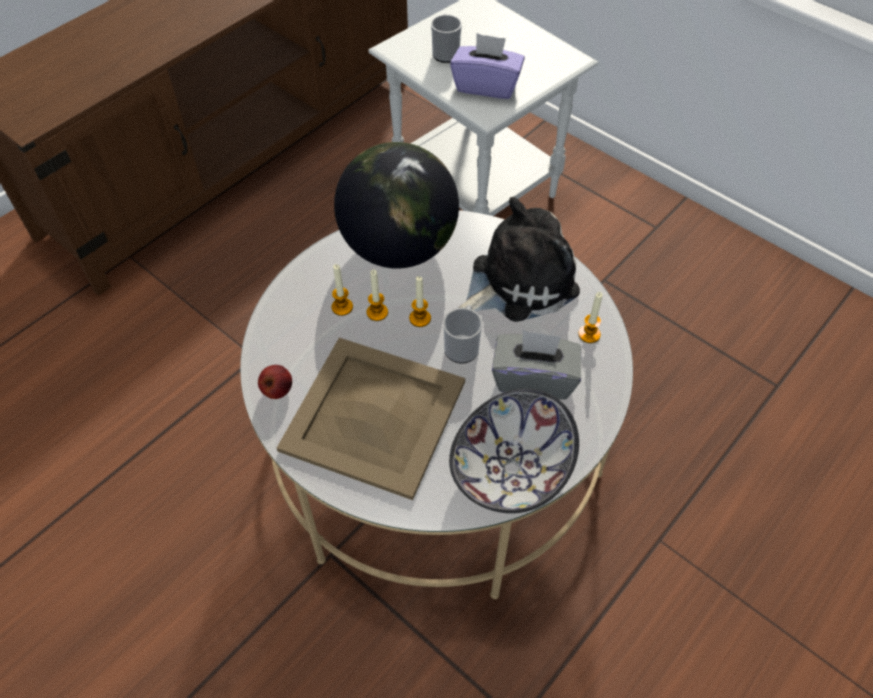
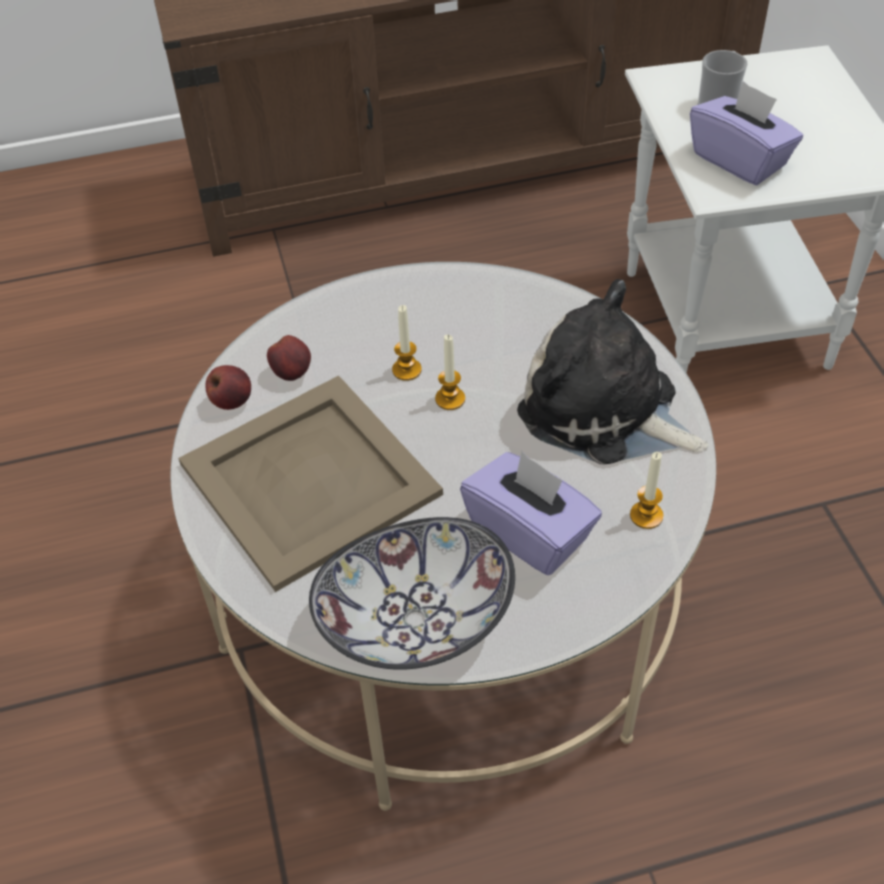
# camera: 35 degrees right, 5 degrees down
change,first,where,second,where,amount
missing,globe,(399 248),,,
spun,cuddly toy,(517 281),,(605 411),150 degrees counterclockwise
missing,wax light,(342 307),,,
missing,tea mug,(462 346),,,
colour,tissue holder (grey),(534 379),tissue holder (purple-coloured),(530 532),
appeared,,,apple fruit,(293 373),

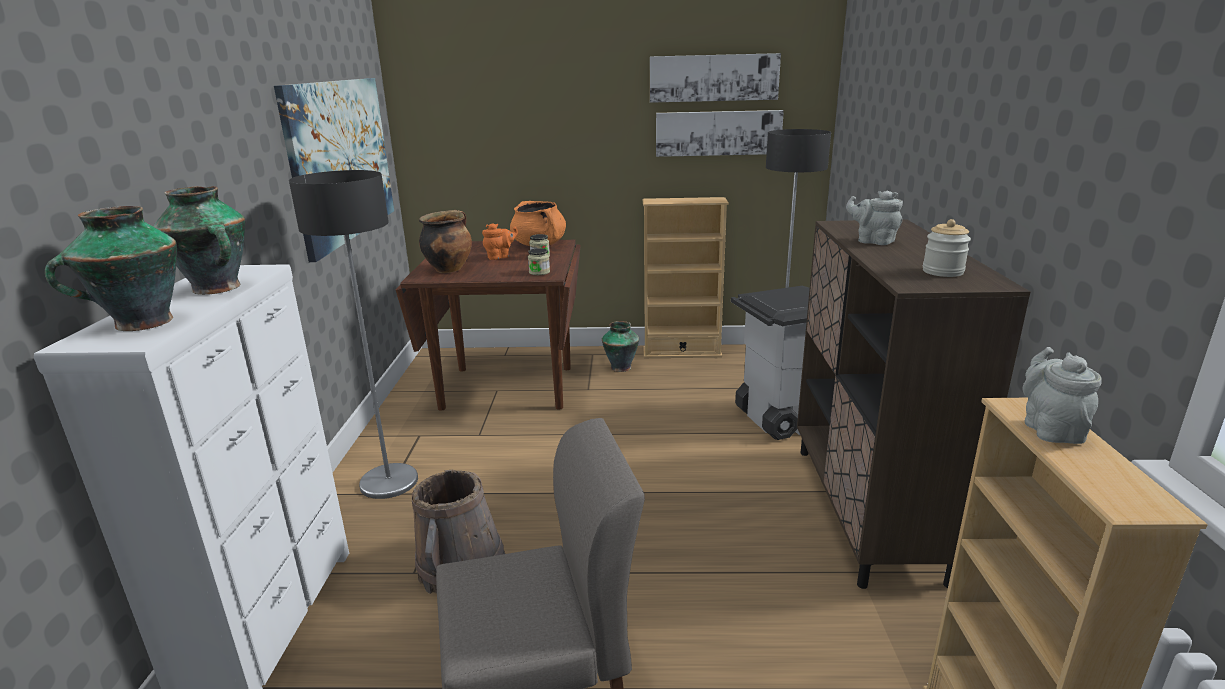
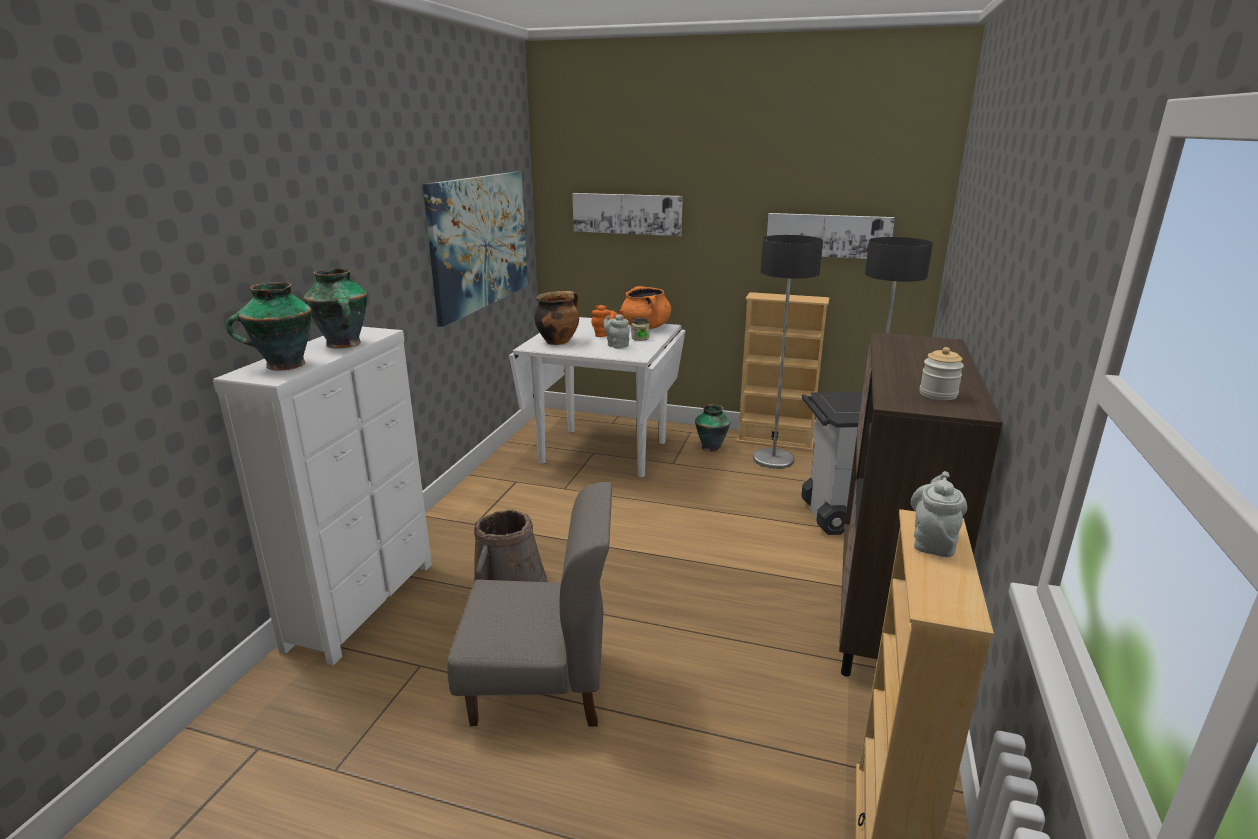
# camera: 15 degrees right, 0 degrees up
change,first,where,second,where,amount
relocated,wall art,(713 78),,(627 214),
relocated,standard lamp,(389 482),,(773 459),
relocated,teapot (grey),(873 241),,(616 345),
colour,kitchen table (brown),(507 388),kitchen table (white),(603 452),
missing,storage jar,(539 272),,,

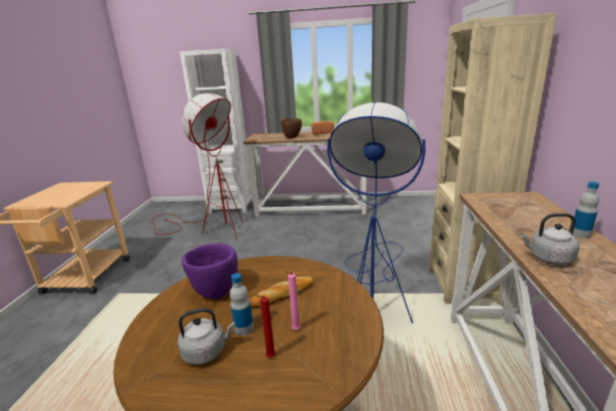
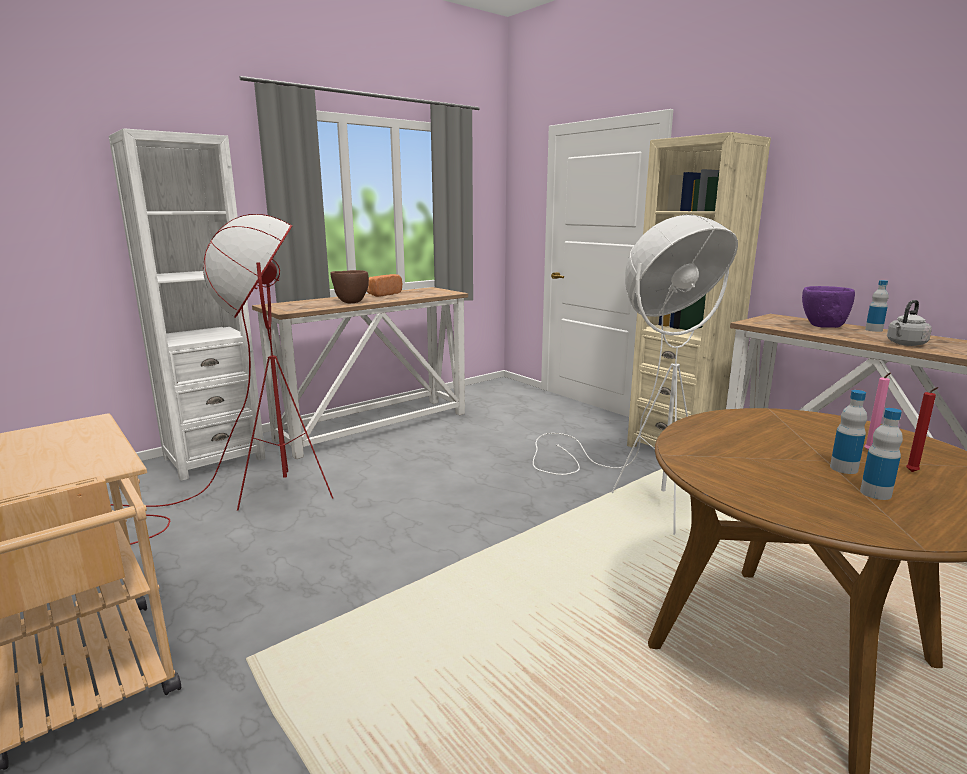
# camera: 45 degrees left, 5 degrees down
change,first,where,second,where,amount
colour,standard lamp (blue),(374 298),standard lamp (white),(630 490),
relocated,serving bowl (purple-coloured),(215 291),,(822 326),
missing,baked bread,(283 295),,,
exchanged,water kettle (grey),(206 352),beverage bottle,(875 493),

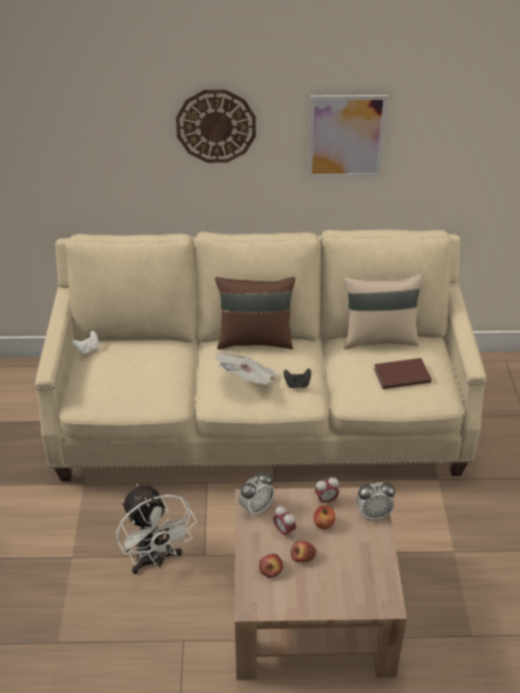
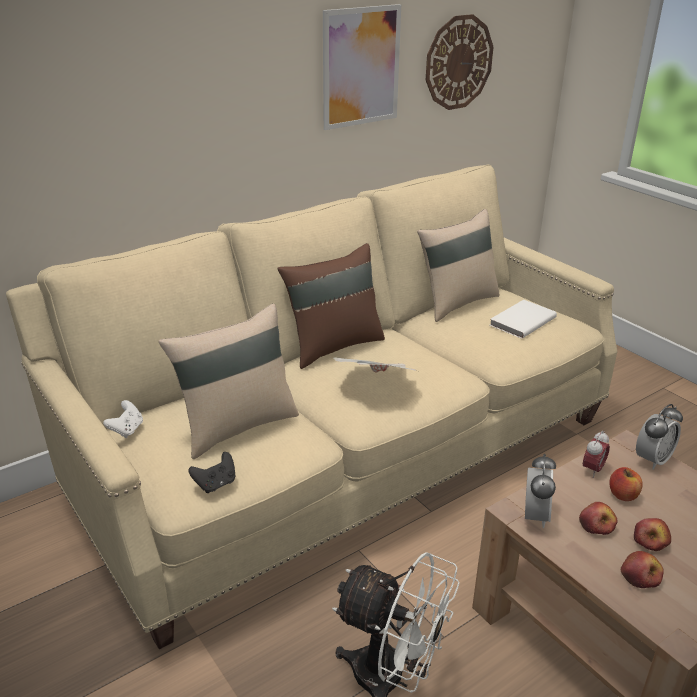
# camera: 35 degrees left, 10 degrees down
change,first,where,second,where,amount
relocated,clock on the wall,(216 126),,(458 62),
colour,bound book (brown),(401 375),bound book (white),(521 321),
relocated,game controller (black-coloured),(297 384),,(216 484),
exchanged,alarm clock,(284 531),apple fruit,(596 525),
appeared,,,pillow (beige-coloured),(237 426),

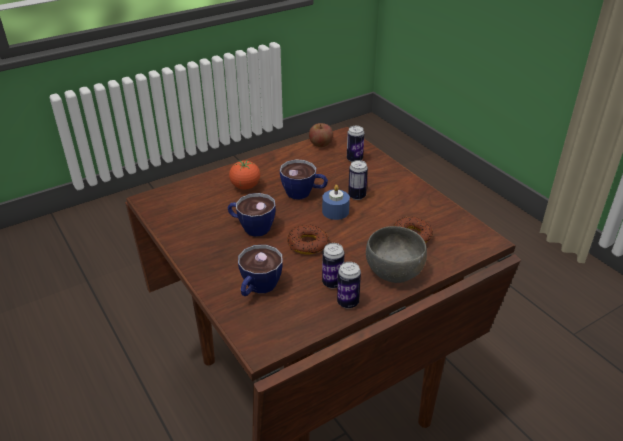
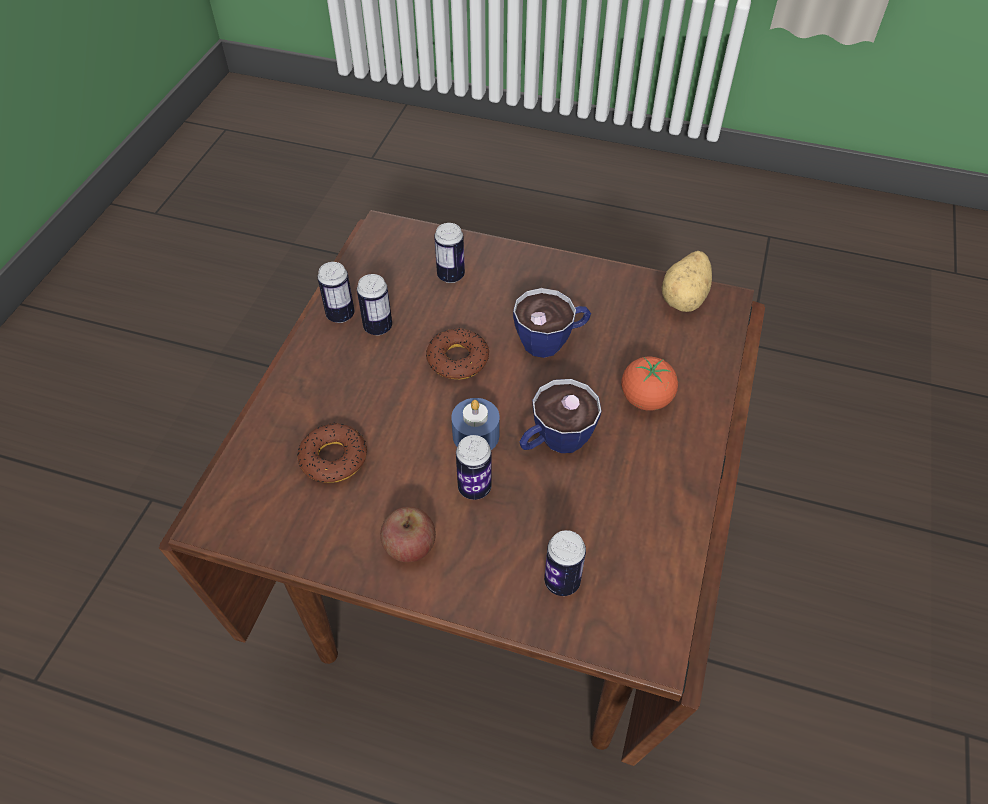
# camera: 140 degrees right, 15 degrees up
change,first,where,second,where,amount
relocated,apple fruit,(320 144),,(409 546),
missing,serving bowl (grey),(394 271),,,
exchanged,drinking cup,(258 288),metal can,(451 275),
appeared,,,whole potato,(685 298),

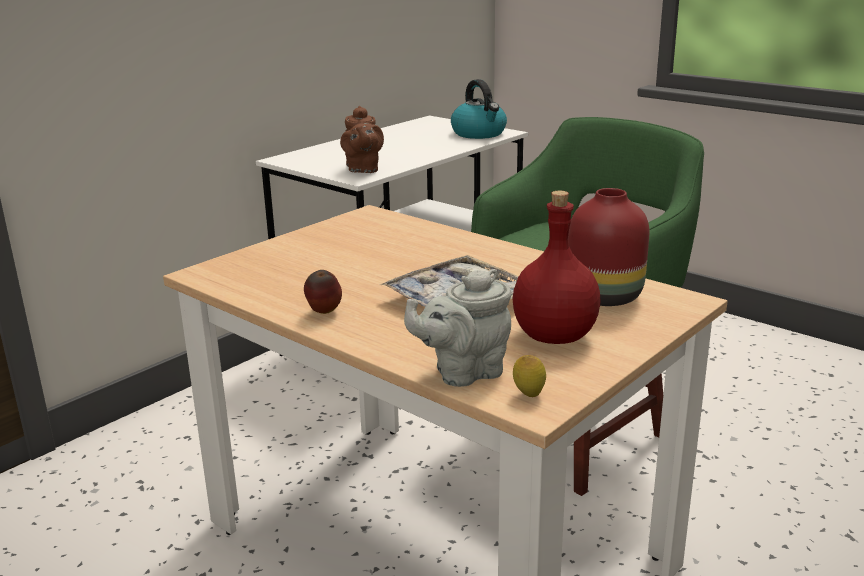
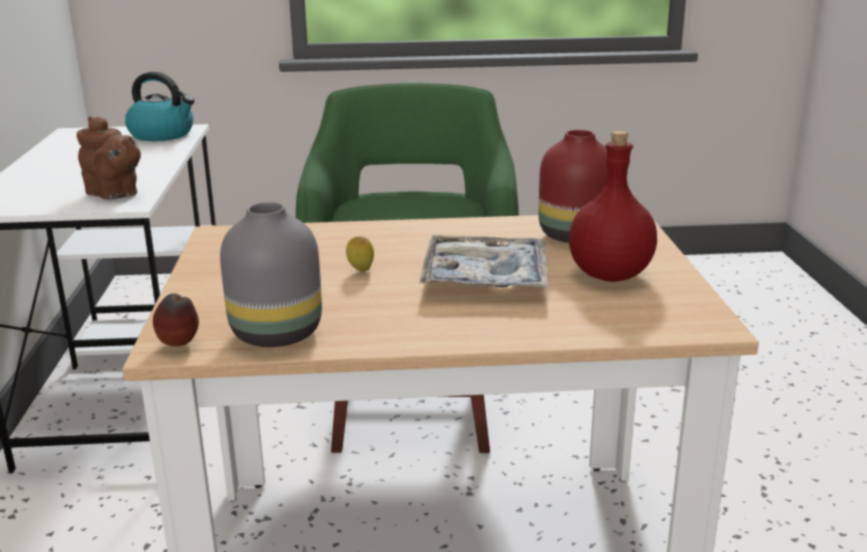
# camera: 45 degrees left, 0 degrees up
change,first,where,second,where,amount
missing,teapot (grey),(463 372),,,
relocated,apple fruit,(324 313),,(179 346),
relocated,lemon,(528 395),,(361 271),
appeared,,,decorative vase (grey),(276 333),

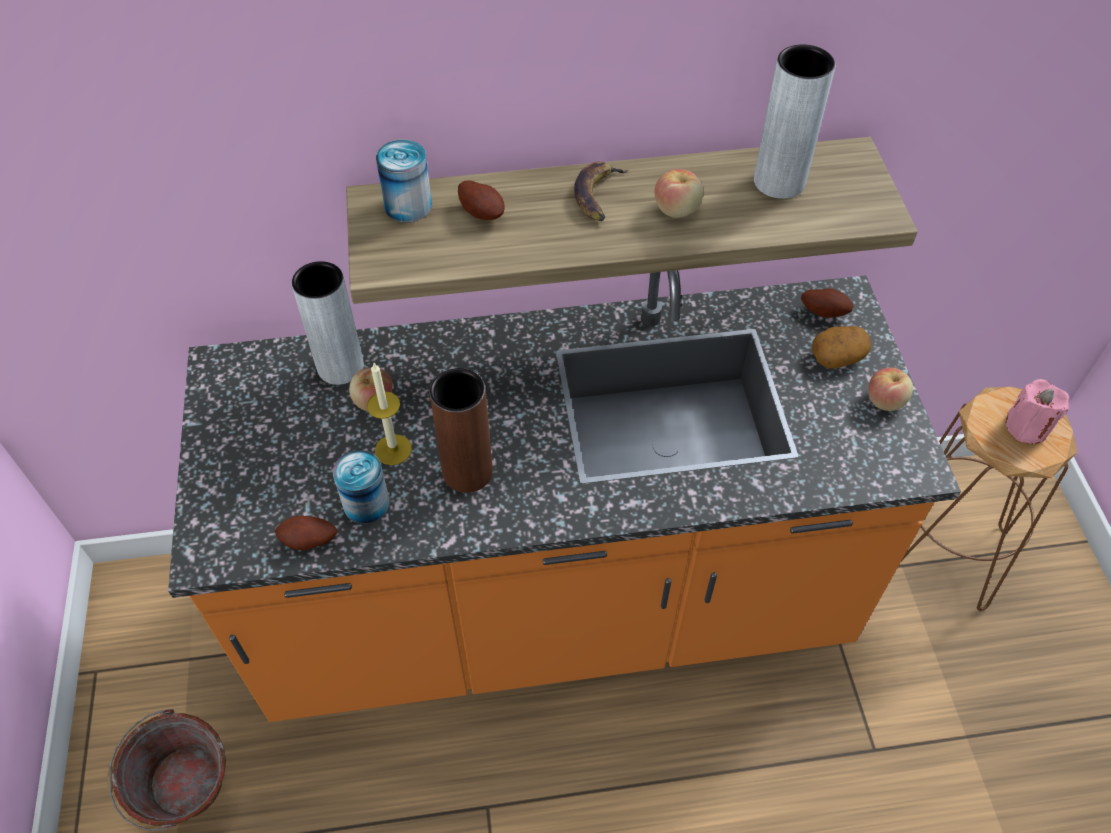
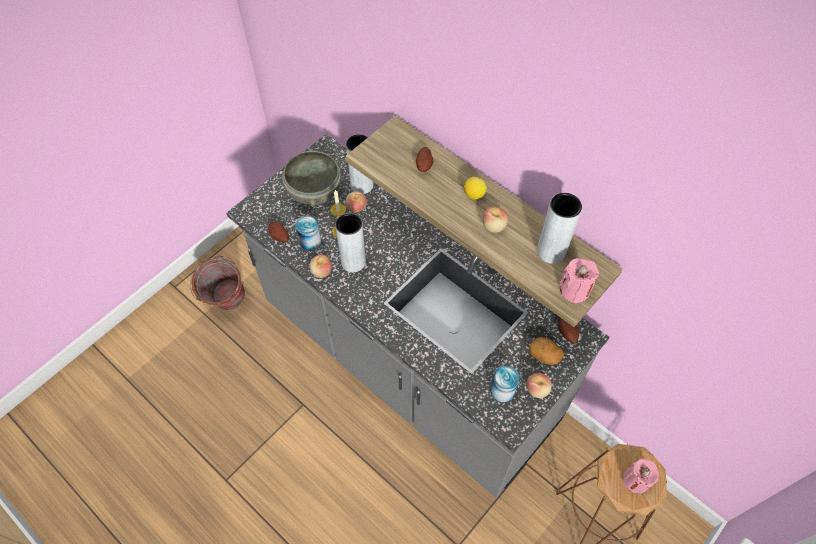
# camera: 50 degrees right, 5 degrees up
change,first,where,second,where,amount
relocated,metal can,(408 206),,(502 390),
exchanged,banana fruit,(598 195),lemon,(474 195),
colour,kitchen base unit (orange-coloured),(555 609),kitchen base unit (grey),(408 364),
colour,decorative vase (brown),(467 472),decorative vase (grey),(353 262),
appeared,,,serving bowl (grey),(313 191),
appeared,,,apple fruit,(321 271),
appeared,,,wax light (pink-coloured),(574 289),

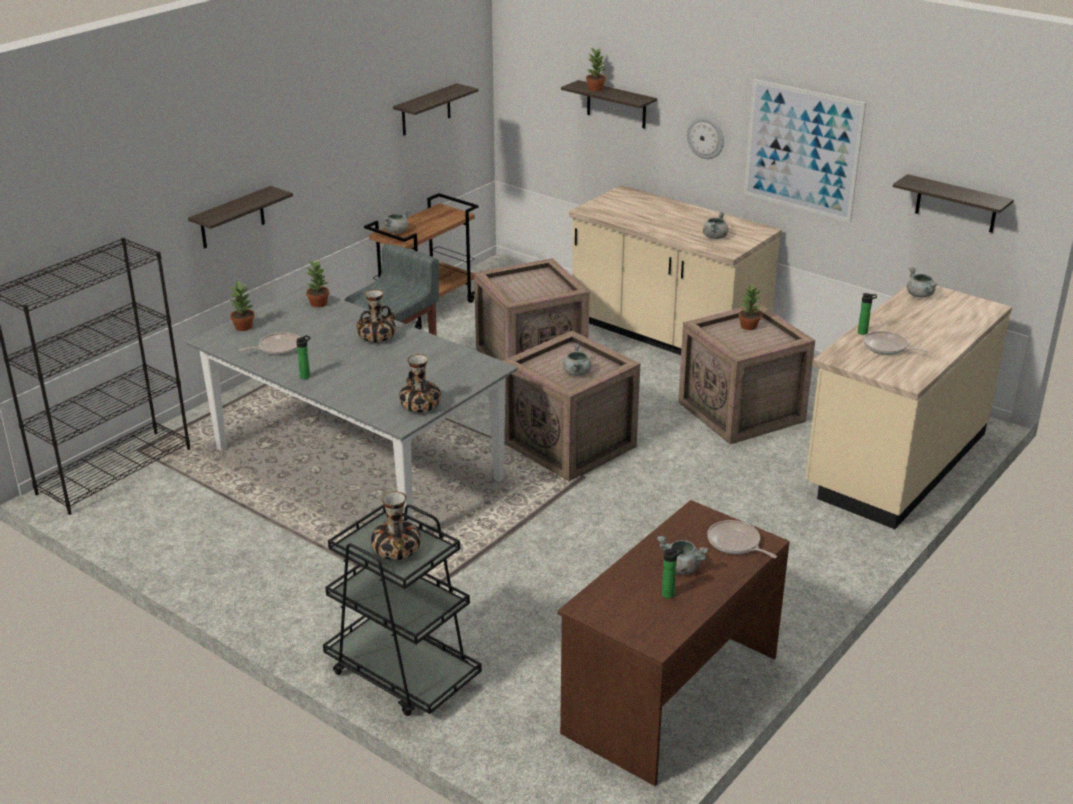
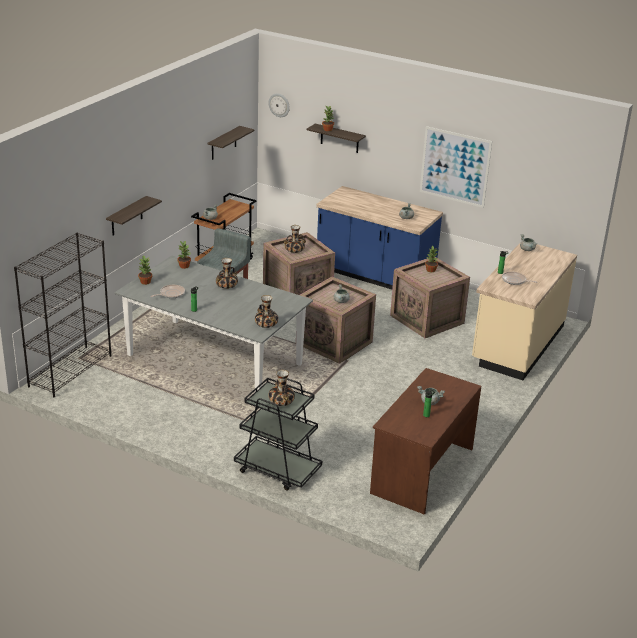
# camera: 10 degrees left, 0 degrees up
change,first,where,second,where,amount
relocated,clock on the wall,(706 137),,(279 105),
missing,wall shelf,(956 204),,,
colour,kitchen base unit (beige-coloured),(667 336),kitchen base unit (blue),(374 276),
missing,frying pan,(735 543),,,
appeared,,,decorative vase,(294 250),

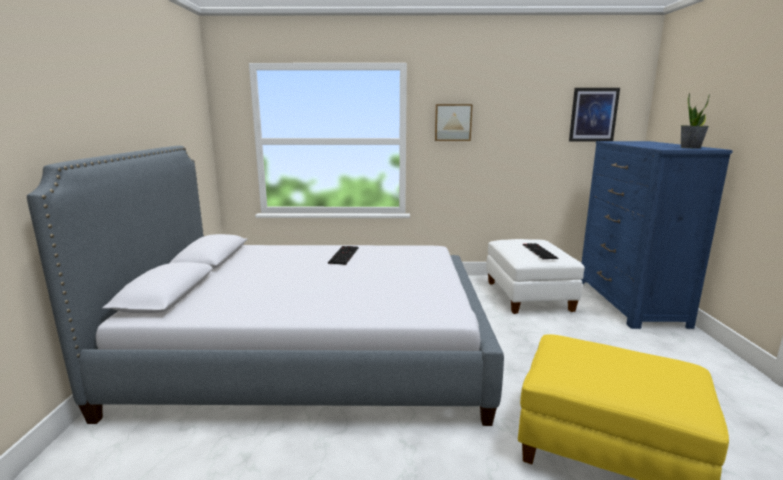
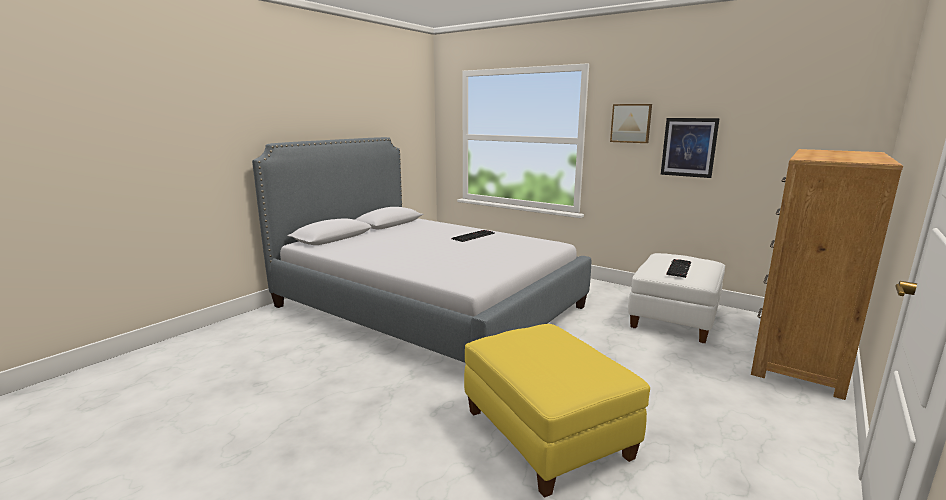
# camera: 35 degrees right, 0 degrees up
change,first,where,second,where,amount
relocated,wall art,(593 115),,(689 147),
missing,potted plant,(690 147),,,
colour,dresser (blue),(629 302),dresser (brown),(798 354),

